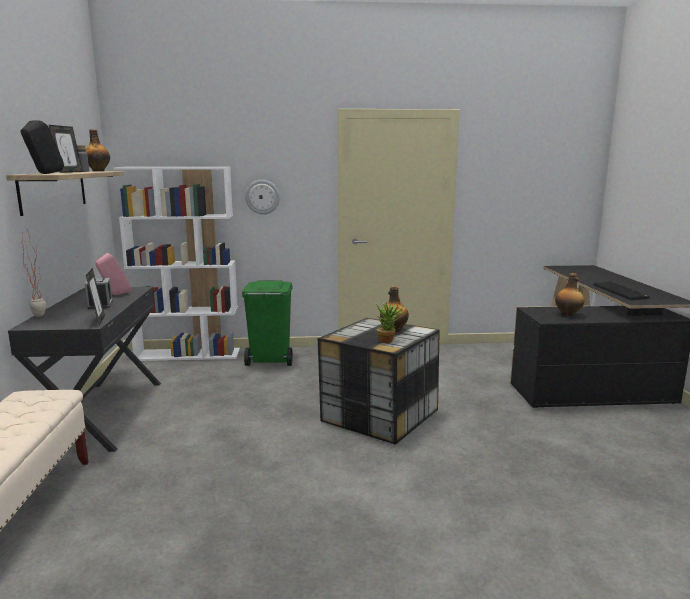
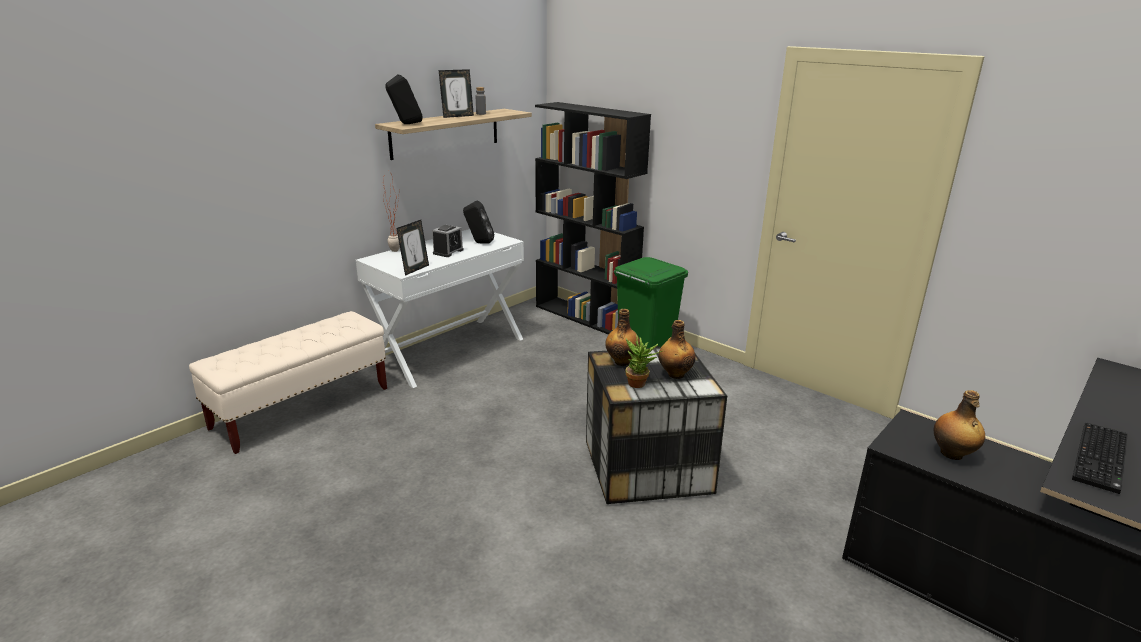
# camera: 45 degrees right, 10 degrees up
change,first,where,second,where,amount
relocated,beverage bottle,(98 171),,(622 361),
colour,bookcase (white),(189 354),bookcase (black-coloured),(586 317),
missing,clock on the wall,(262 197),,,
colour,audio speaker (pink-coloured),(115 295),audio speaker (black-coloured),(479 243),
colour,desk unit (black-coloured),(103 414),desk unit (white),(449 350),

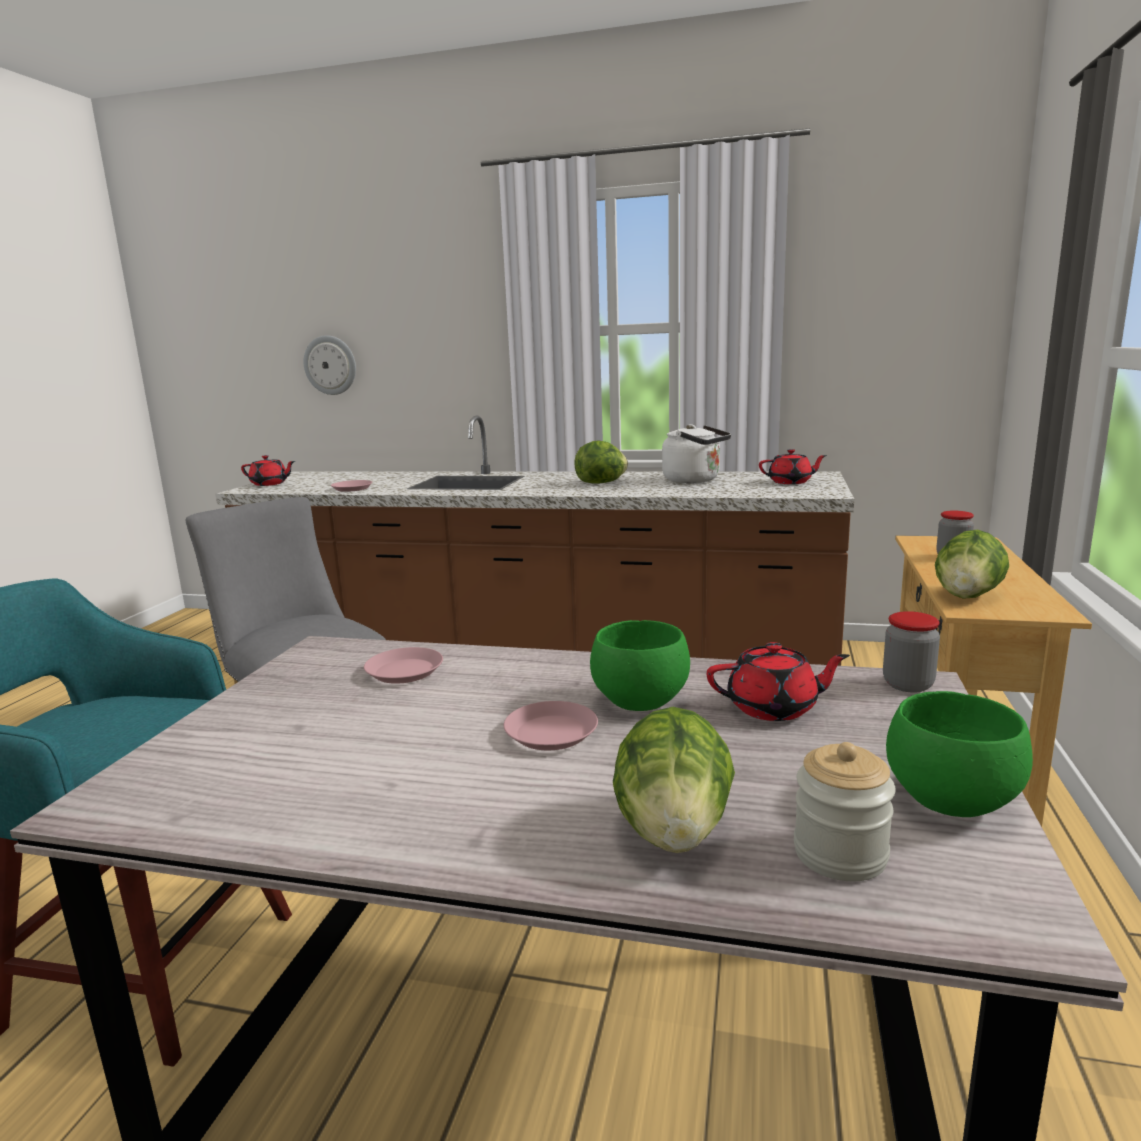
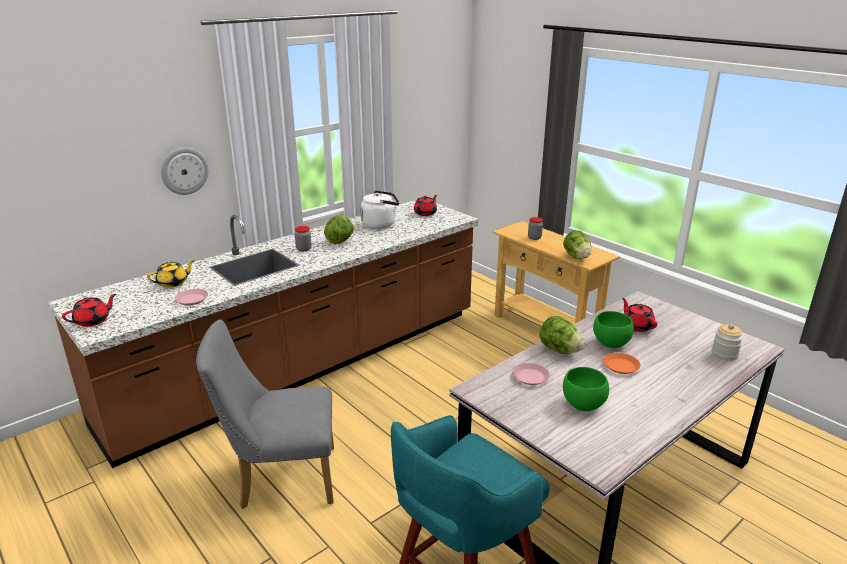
# camera: 55 degrees left, 10 degrees up
change,first,where,second,where,amount
relocated,clock on the wall,(330 365),,(184 170),
relocated,storage jar,(908 684),,(303 249),
spun,teapot (reddish),(774 708),,(637 326),60 degrees counterclockwise
relocated,serving bowl (greenish),(947 801),,(582 405),
colour,flat dish (pink-coloured),(552 733),flat dish (orange-coloured),(621 366),
relocated,lettuce,(674 831),,(559 350),
appeared,,,teapot (yellowish),(173 283),

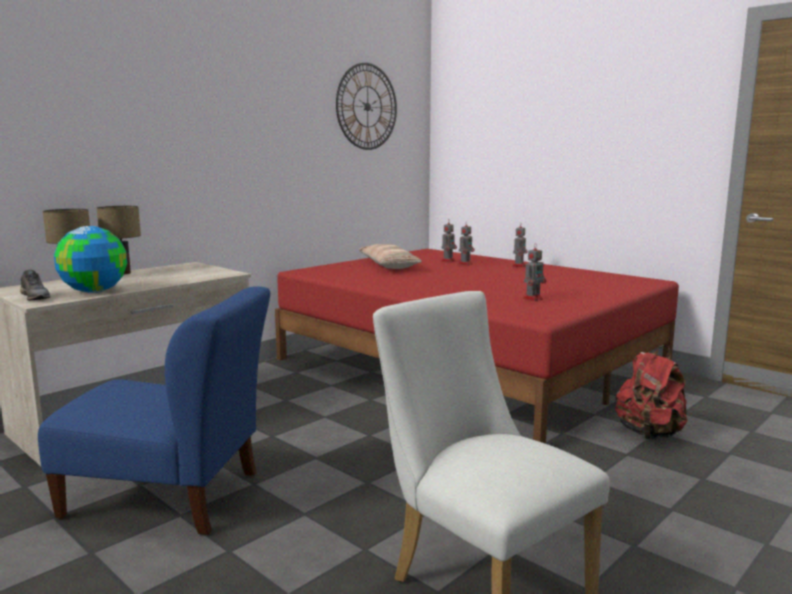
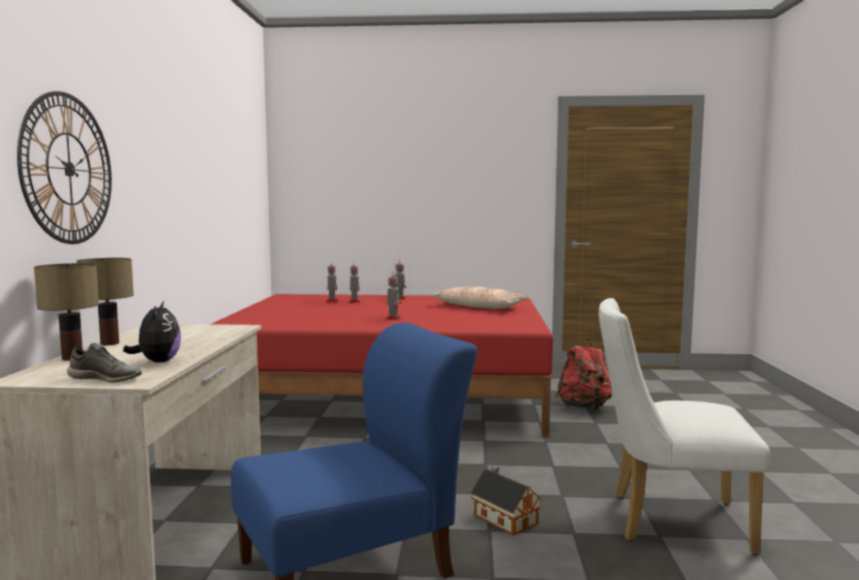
# camera: 40 degrees left, 5 degrees down
change,first,where,second,where,amount
relocated,clock on the wall,(367 106),,(68 169),
exchanged,globe,(94 291),cuddly toy,(158 362),
relocated,toy robot,(533 298),,(393 318),
relocated,pillow,(388 265),,(478 307),
appeared,,,toy house,(504 518),

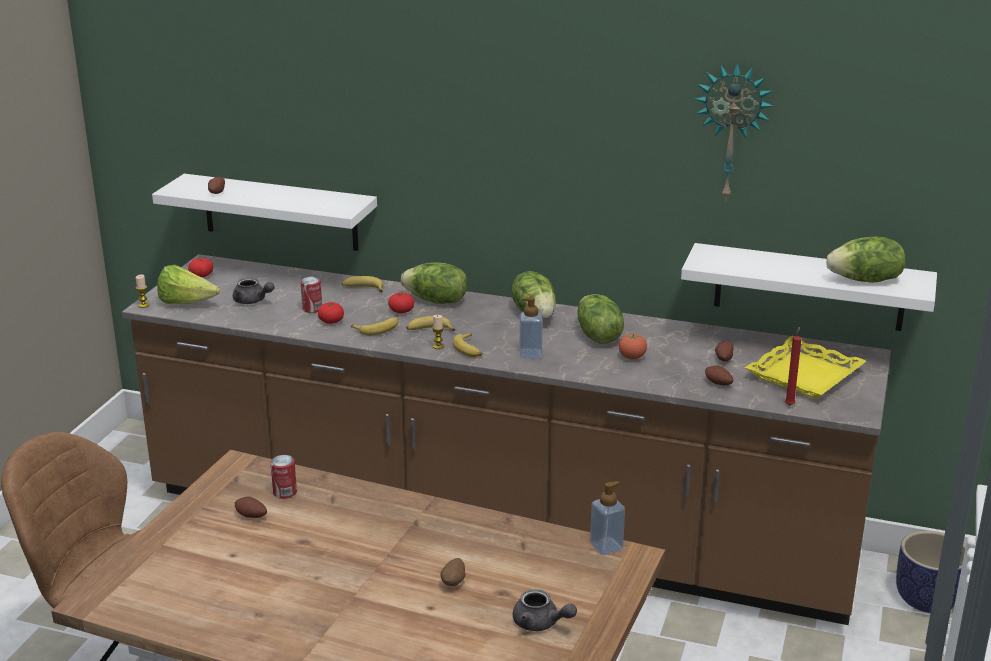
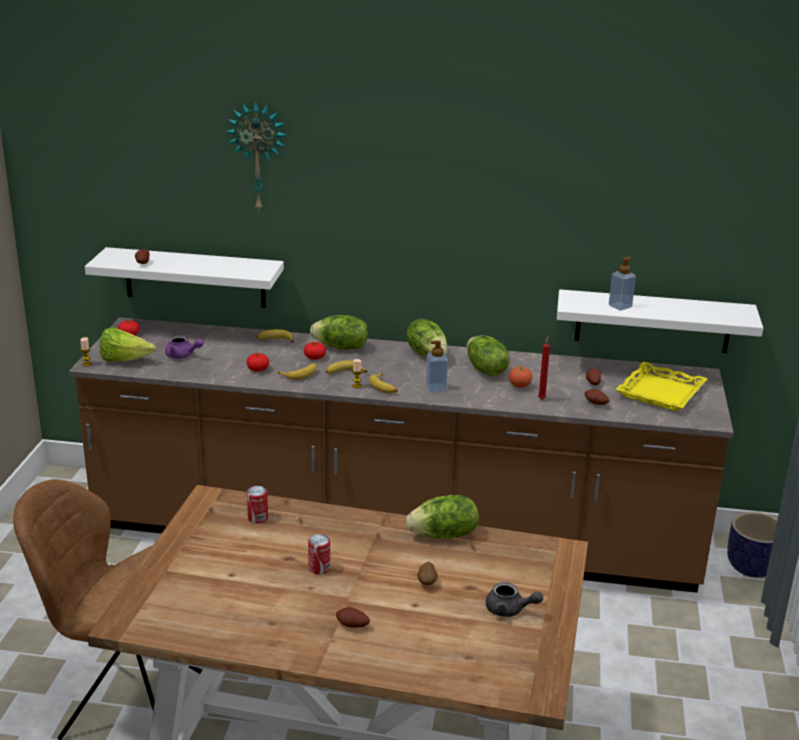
# camera: 10 degrees left, 0 degrees up
change,first,where,second,where,amount
relocated,clock on the wall,(732 131),,(258 156),
relocated,lettuce,(865 280),,(444 535),
relocated,metal can,(312 309),,(319 568),
colour,teapot (grey),(252 301),teapot (purple-coloured),(183 355),
relocated,wax light (reddish),(790 404),,(542 399),
relocated,soap bottle,(606 546),,(620 306),
relocated,whole potato,(250 517),,(352 626),

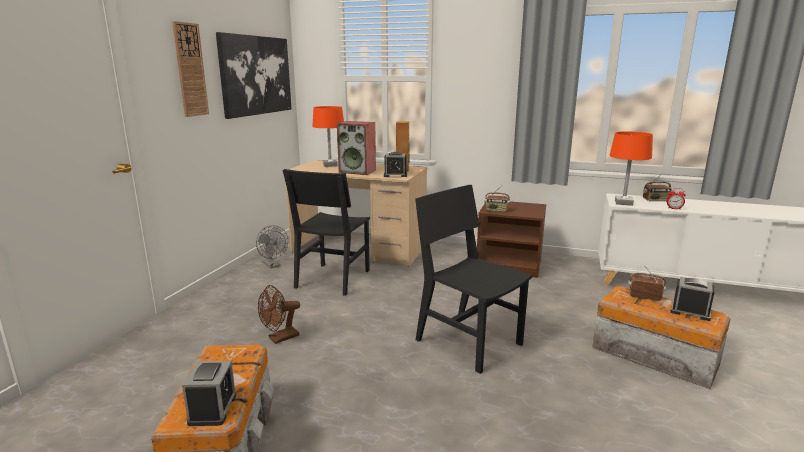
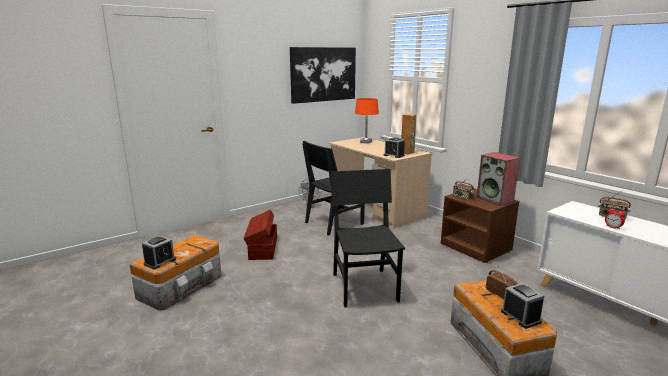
# camera: 35 degrees right, 0 degrees up
change,first,where,second,where,amount
missing,clock on the wall,(190 70),,,
relocated,audio speaker,(358 171),,(495 199),
missing,tabletop lamp (orange-coloured),(624 203),,,
exchanged,fan (brown),(280 338),storage box (brown),(262 248),

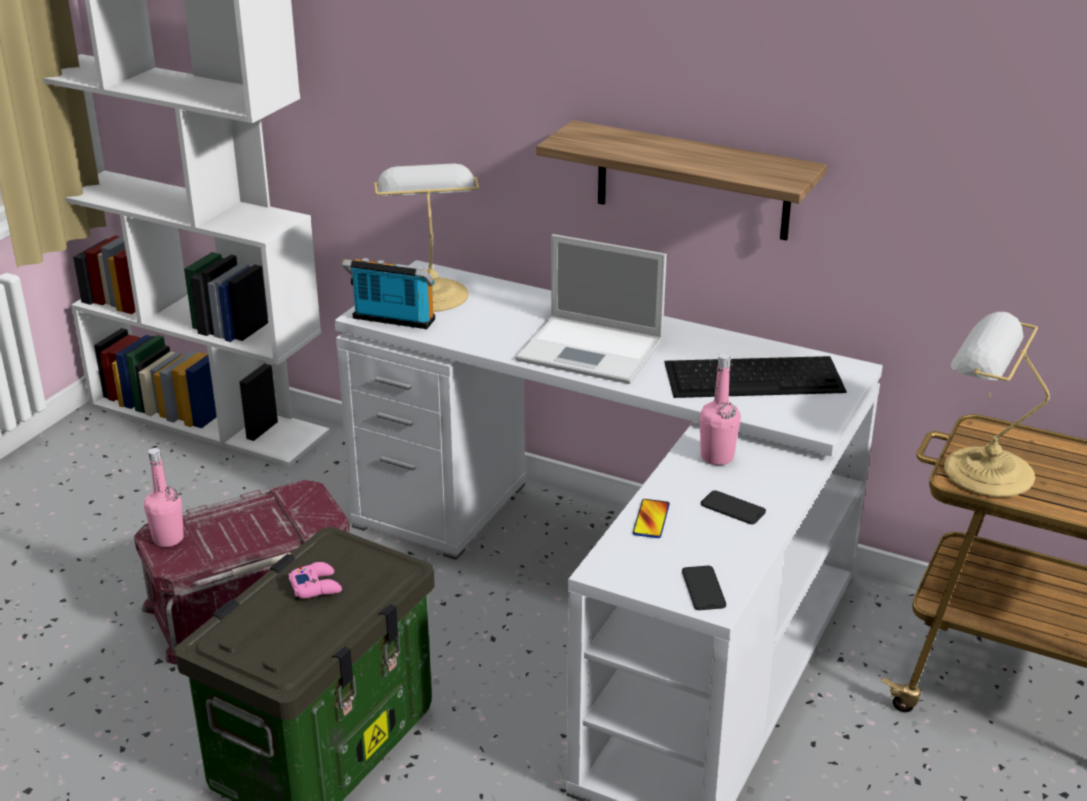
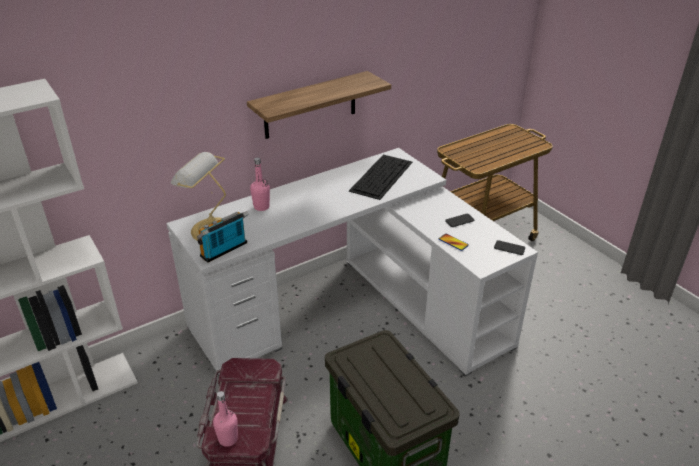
# camera: 60 degrees left, 5 degrees up
change,first,where,second,where,amount
missing,laptop,(593 350),,,
missing,tabletop lamp,(983 470),,,
relocated,beverage bottle (pink-coloured),(717 457),,(261 207),
missing,game controller (pink-coloured),(316 586),,,

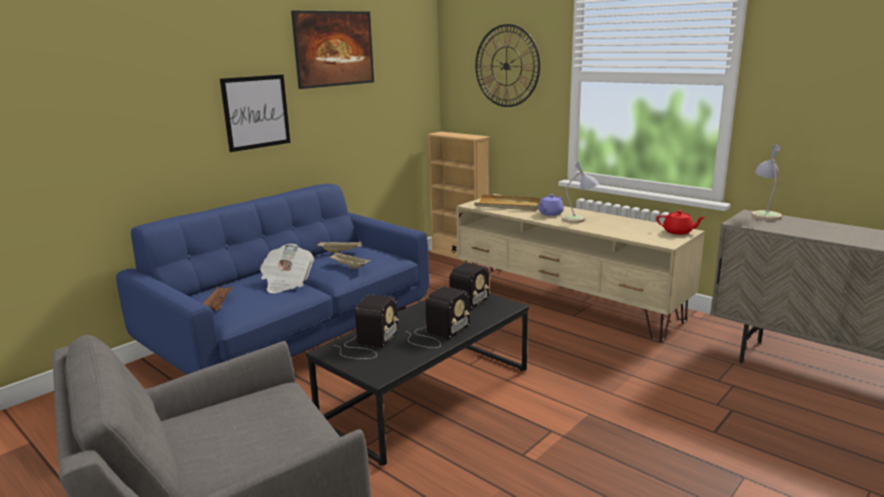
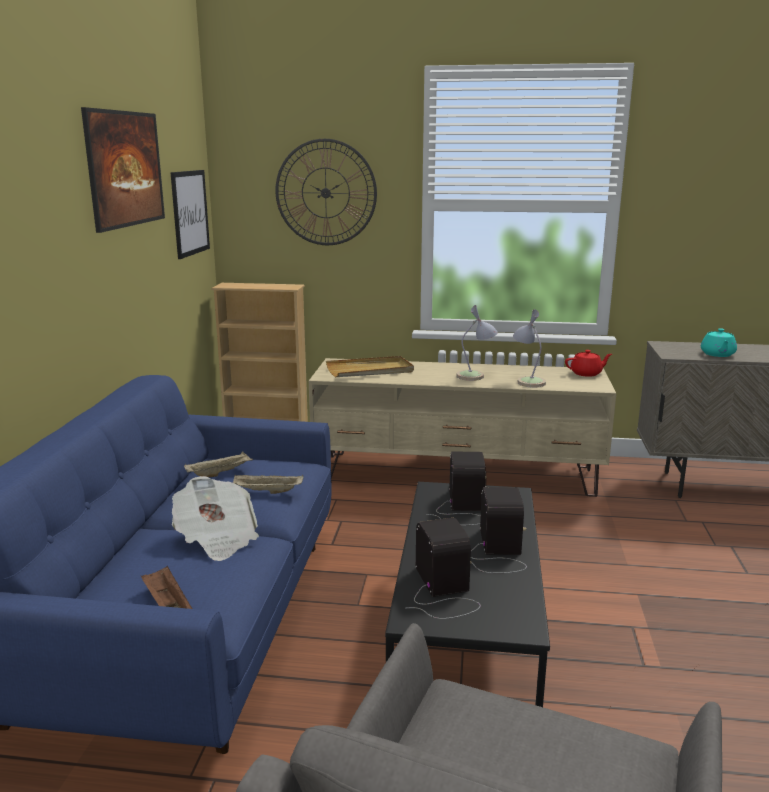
# camera: 35 degrees left, 0 degrees up
change,first,where,second,where,amount
relocated,wall art,(256 112),,(190 213),
relocated,tabletop lamp,(764 215),,(527 381),
missing,teapot (purple-coloured),(550 214),,,
appeared,,,teapot (blue-green),(717 354),

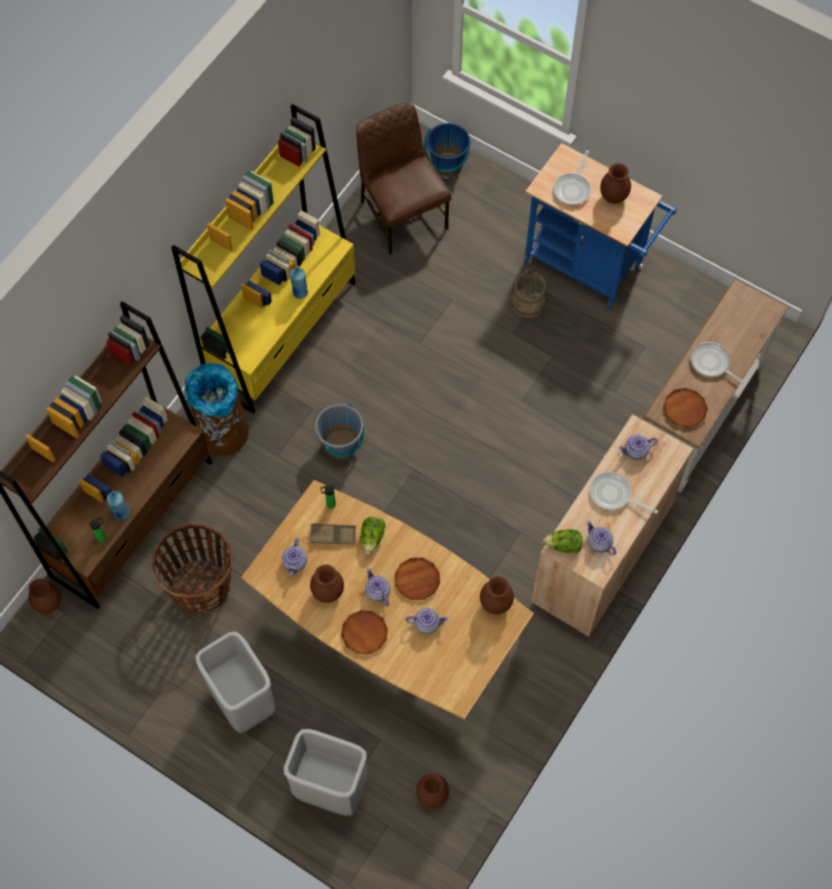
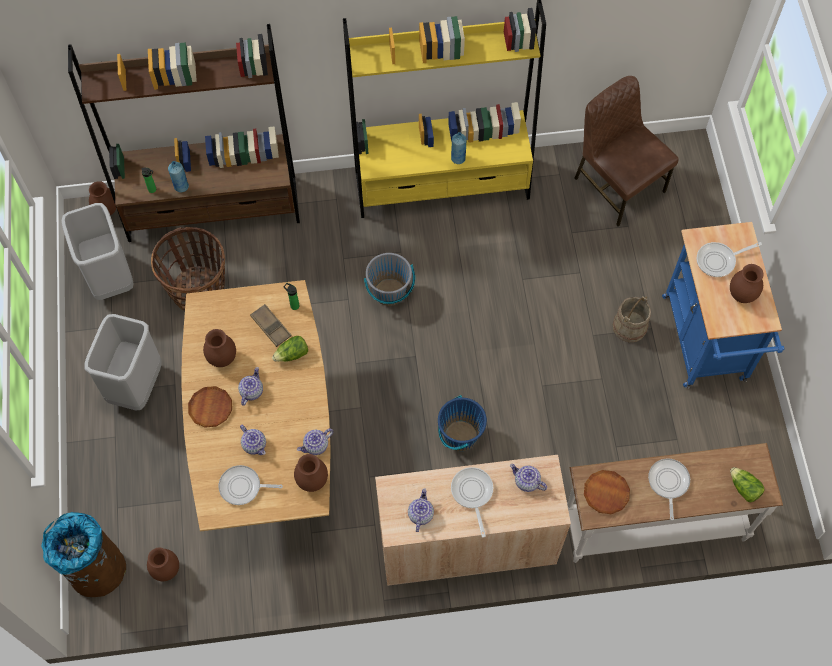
# camera: 50 degrees right, 0 degrees up
change,first,where,second,where,amount
spun,chair (brown),(402 214),,(617 184),60 degrees counterclockwise
relocated,bucket (blue),(447 165),,(460 436),
relocated,rubbish bin (brown),(222 433),,(97 570),
relocated,lettuce,(564 545),,(744 488),
relocated,teapot,(295 562),,(316 446),
missing,flat dish (brown),(417 580),,,
relocated,rubbish bin (grey),(329 789),,(109 278),
appeared,,,frying pan,(243 487),

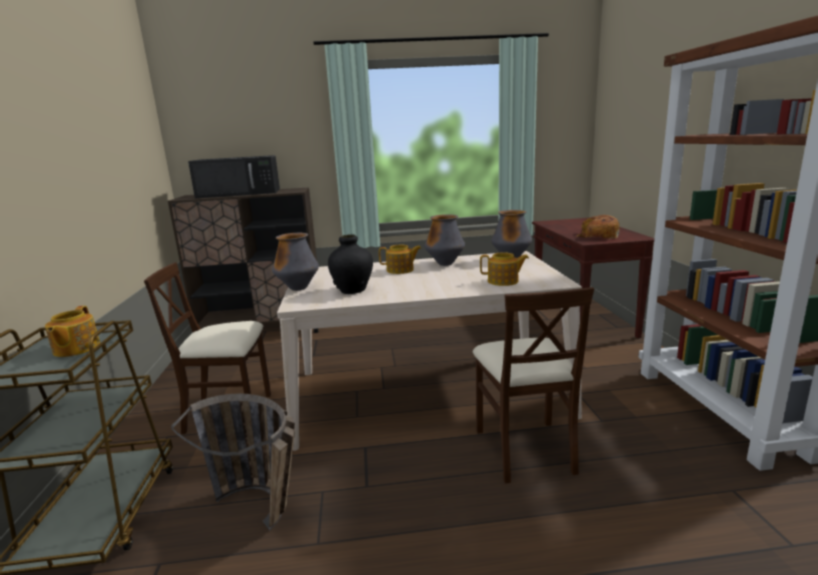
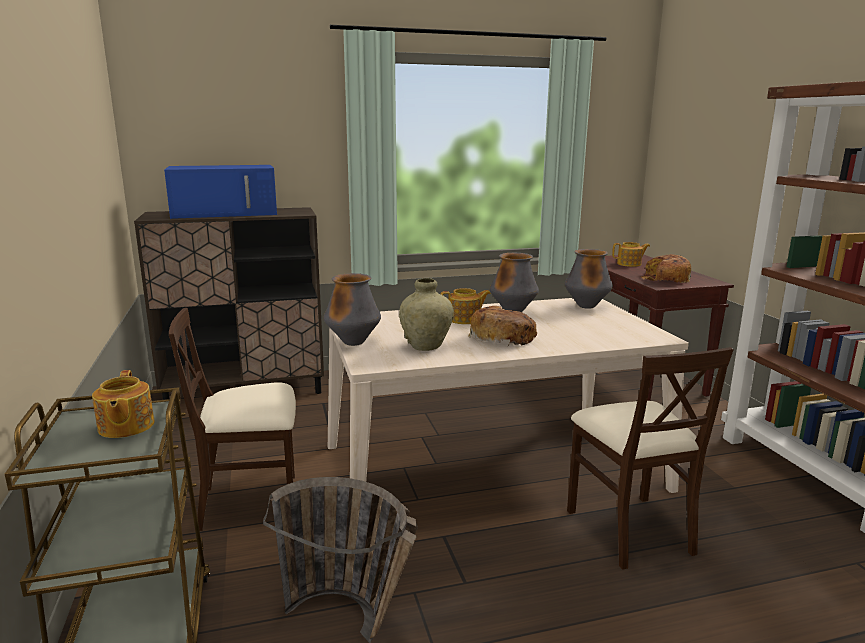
# camera: 10 degrees left, 0 degrees up
change,first,where,second,where,amount
colour,microwave (black-coloured),(240 193),microwave (blue),(226 213),
colour,decorative vase (black-coloured),(353 290),decorative vase (beige-coloured),(426 346),
relocated,teapot,(503 281),,(629 264),
appeared,,,baked bread,(502 337),

